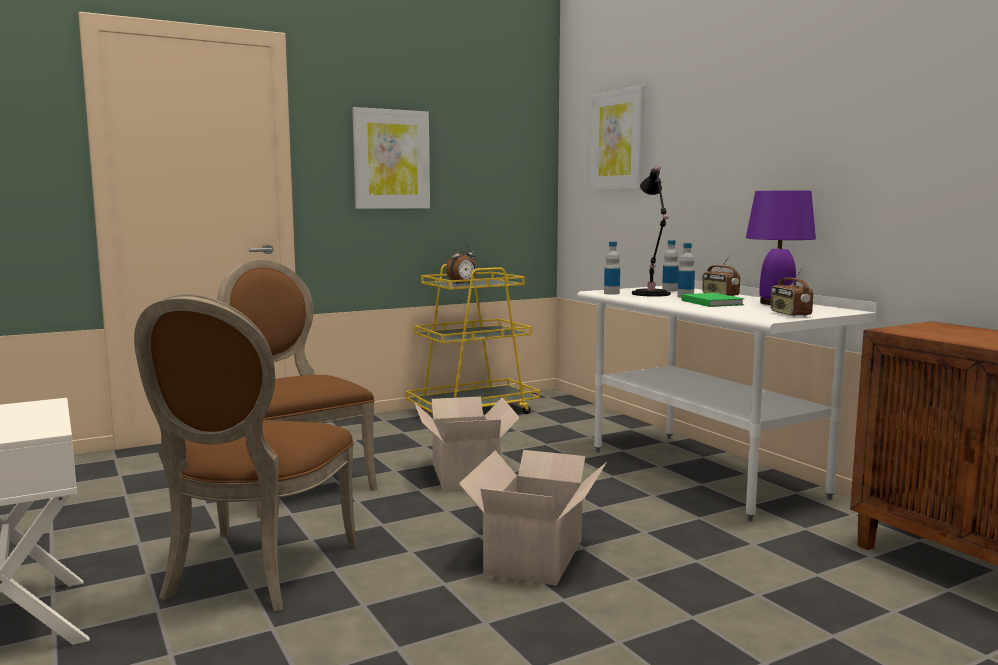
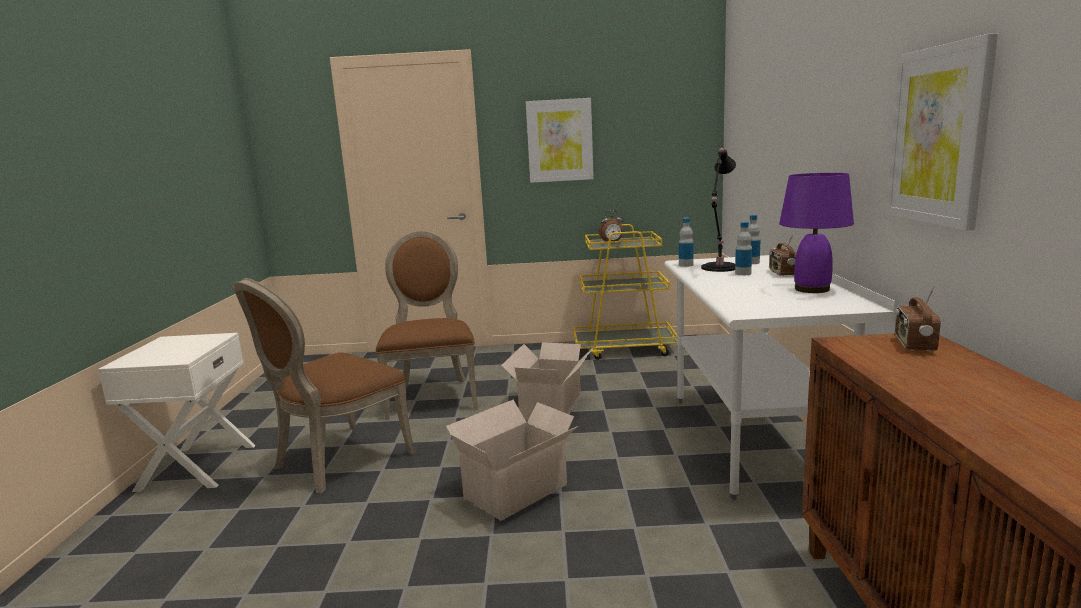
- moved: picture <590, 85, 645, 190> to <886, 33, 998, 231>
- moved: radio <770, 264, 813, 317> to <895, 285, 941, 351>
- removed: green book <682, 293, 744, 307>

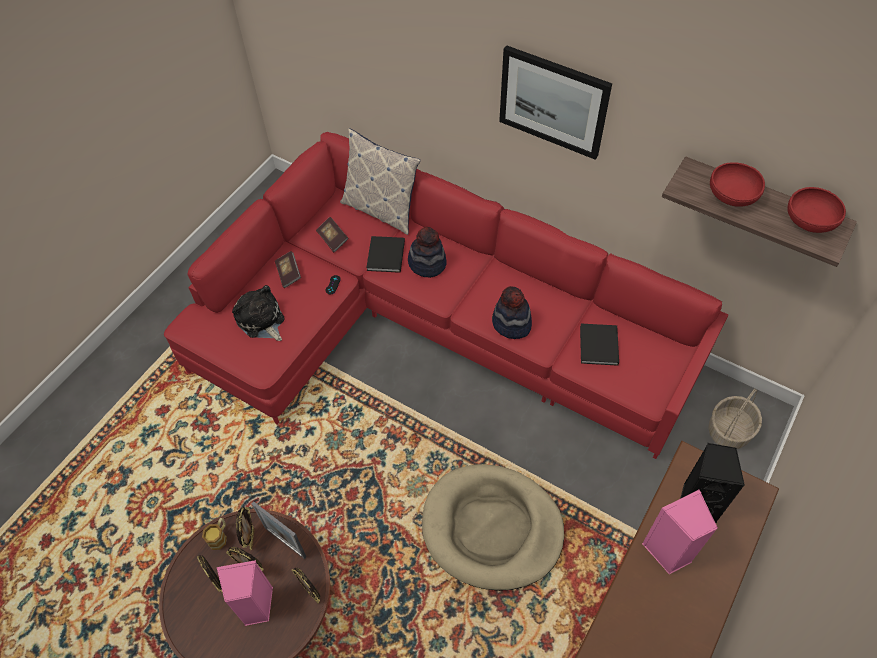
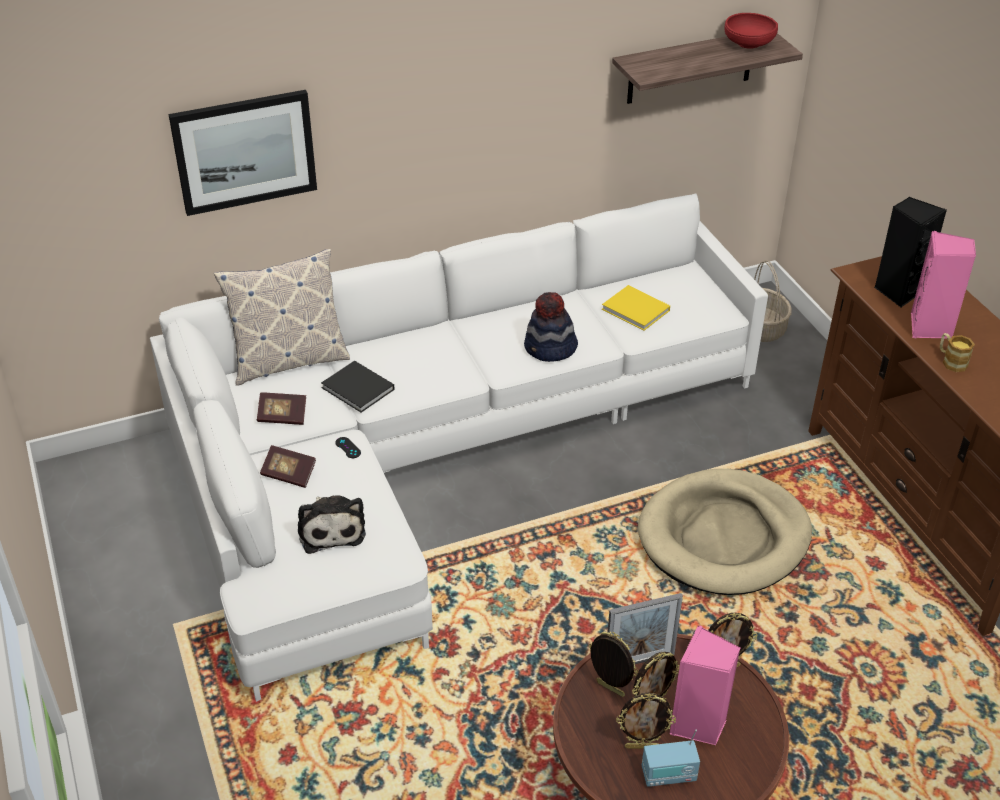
- moved: picture <499, 45, 612, 160> to <169, 90, 317, 216>
- recoloured: red sofa <164, 132, 728, 459> to white sofa <150, 193, 768, 702>
- removed: red bowl <710, 162, 765, 207>
- removed: hat <408, 227, 446, 278>
- turned: plush toy <232, 285, 285, 341> = <298, 495, 366, 554> 105 degrees counterclockwise
- recoloured: black book <580, 324, 619, 366> to yellow book <602, 285, 670, 331>
- moved: mug <202, 518, 227, 550> to <940, 333, 975, 372>
- added: radio <642, 730, 700, 787>

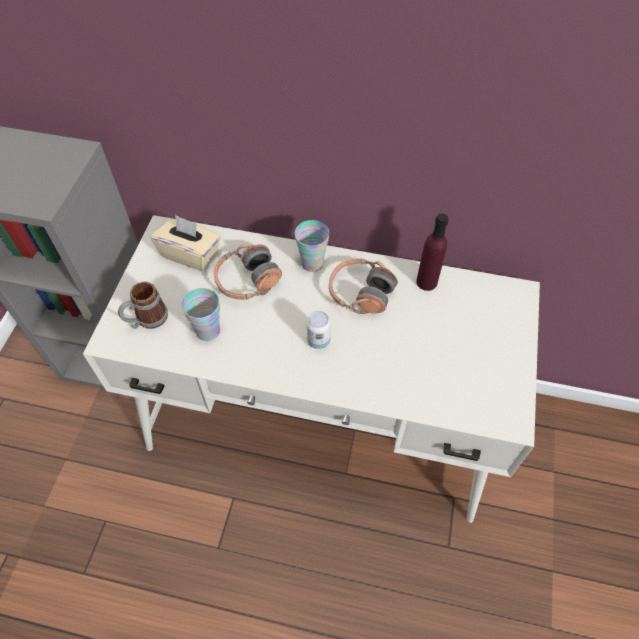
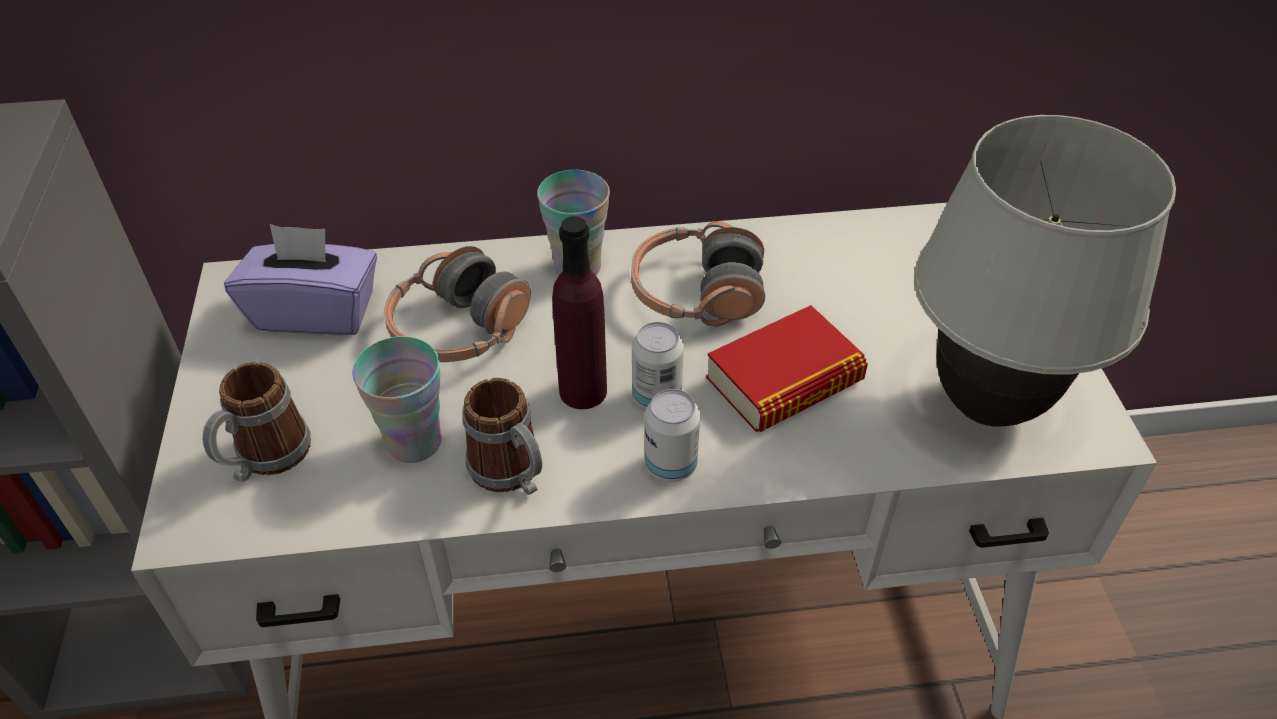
- moved: purple bottle <416, 213, 448, 291> to <552, 216, 607, 409>
- recoloured: beige tissue box <151, 215, 221, 271> to purple tissue box <224, 224, 377, 335>
- added: white table lamp <914, 115, 1176, 427>
- added: book <706, 305, 868, 432>
- added: mug <463, 378, 542, 495>
- added: can <645, 389, 700, 482>

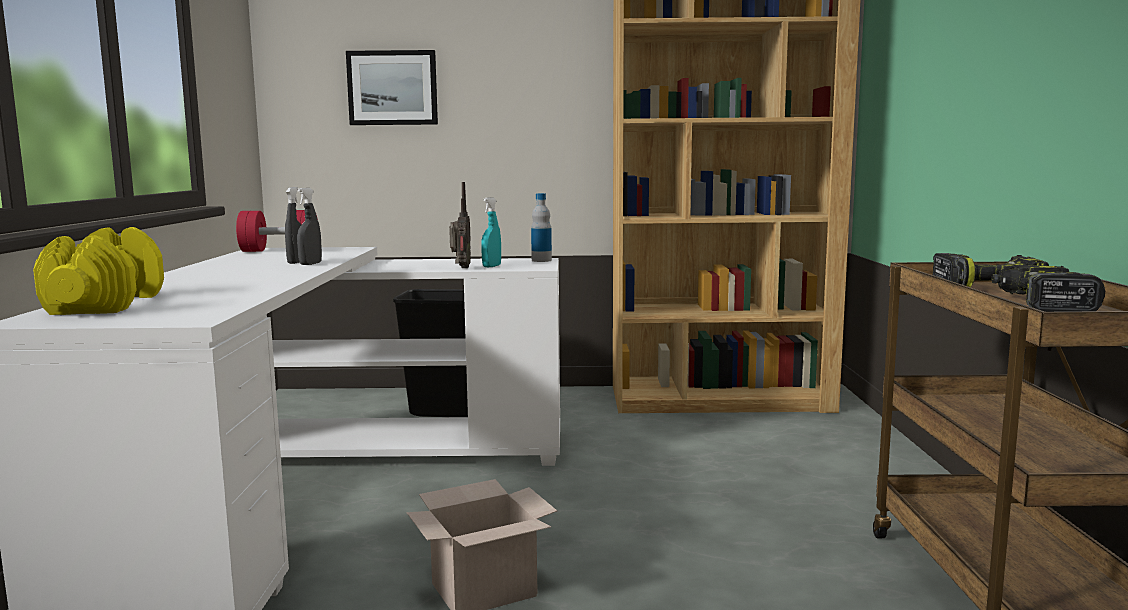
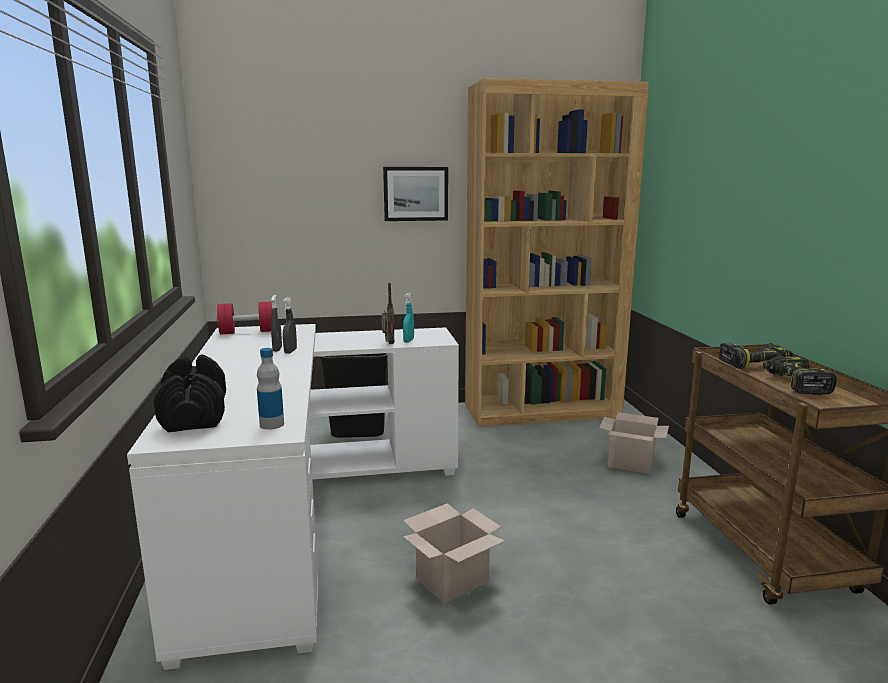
- moved: picture <346, 50, 438, 125> to <383, 167, 448, 221>
- moved: bottle <531, 193, 552, 262> to <257, 348, 284, 430>
- recoloured: yellow dumbbell <33, 227, 164, 315> to black dumbbell <154, 355, 226, 432>
- added: cardboard box <599, 412, 669, 474>

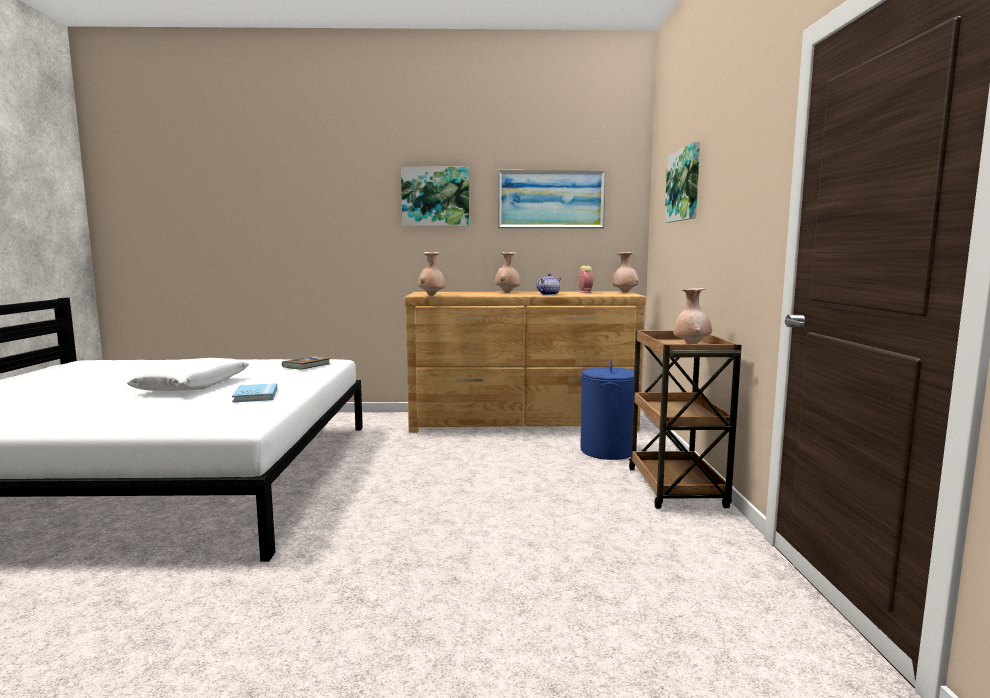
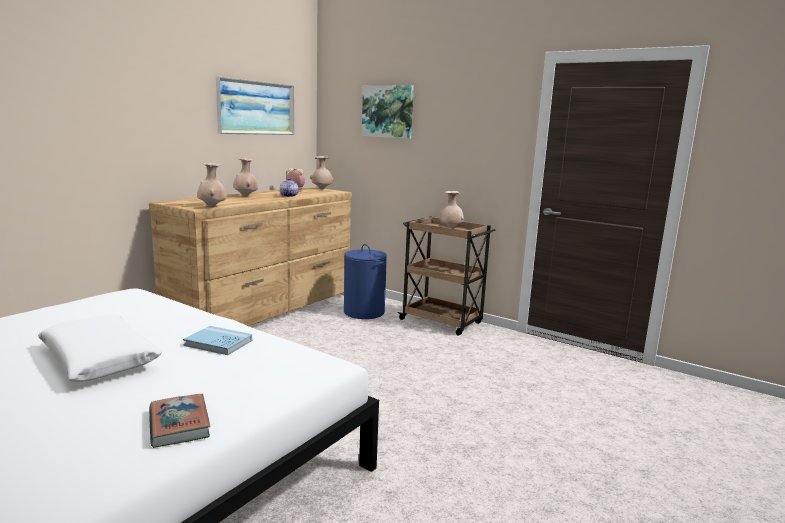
- removed: picture <401, 167, 469, 226>
- moved: book <282, 356, 330, 370> to <149, 394, 210, 448>

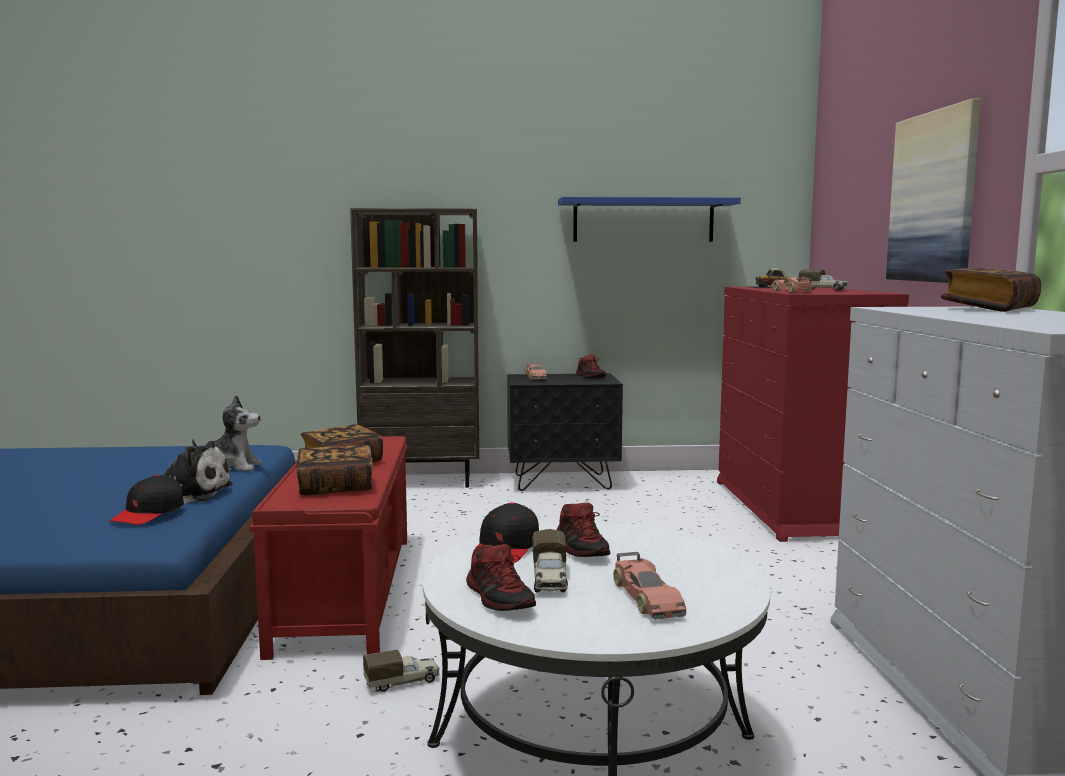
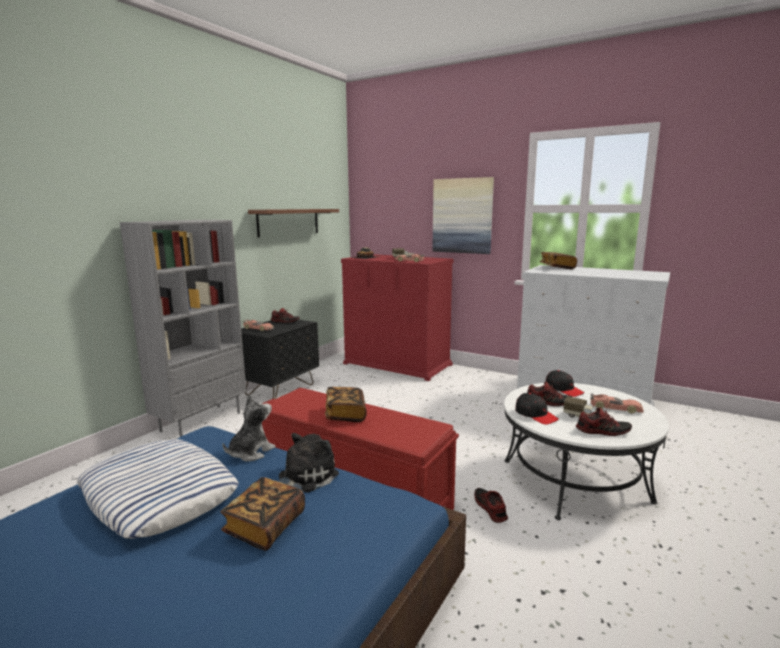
- recoloured: blue shelf <558, 197, 741, 242> to brown shelf <248, 209, 339, 237>
- recoloured: brown bookcase <350, 208, 479, 488> to grey bookcase <120, 220, 246, 437>
- moved: book <296, 445, 373, 496> to <221, 477, 305, 550>
- moved: black cap <109, 475, 184, 525> to <546, 370, 585, 397>
- replaced: toy truck <363, 650, 440, 692> to shoe <474, 488, 508, 523>
- added: pillow <76, 439, 239, 539>

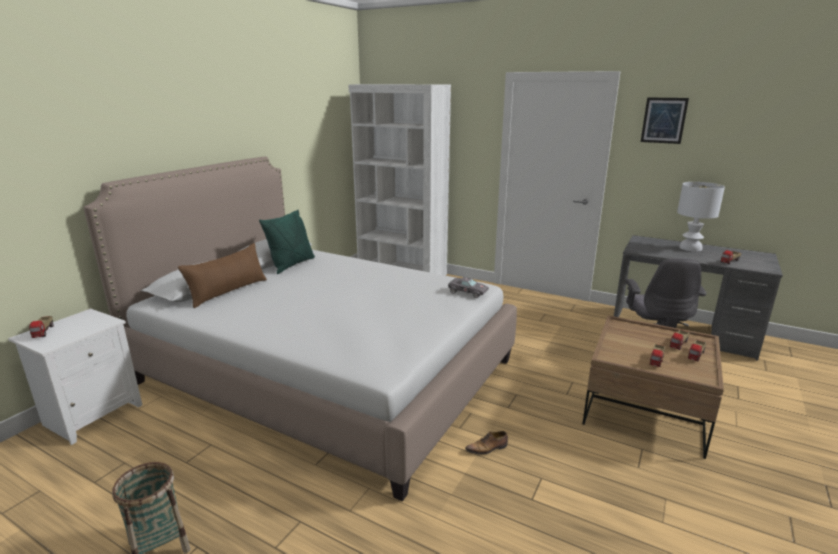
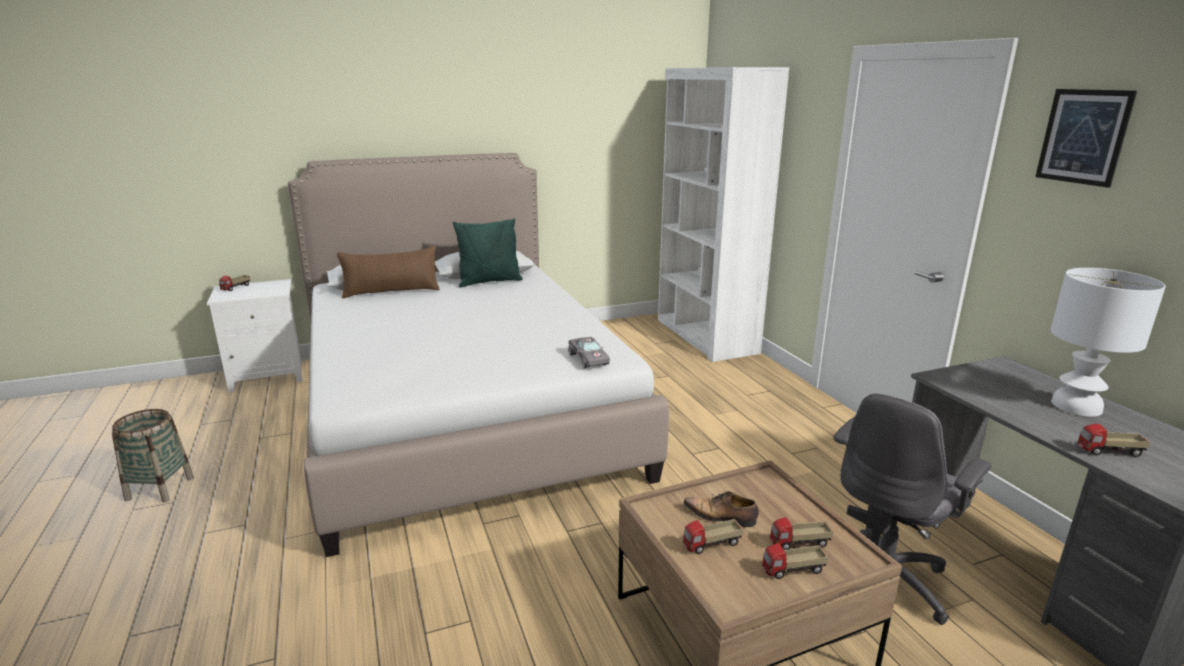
- moved: shoe <465, 431, 508, 455> to <684, 491, 759, 527>

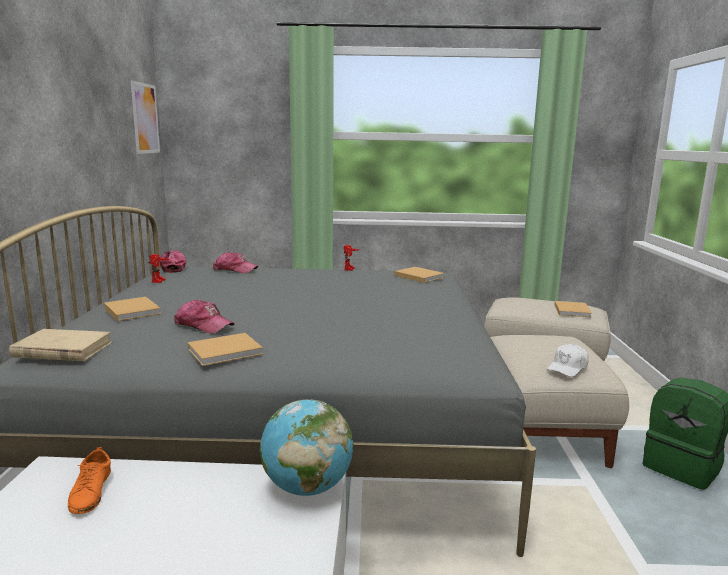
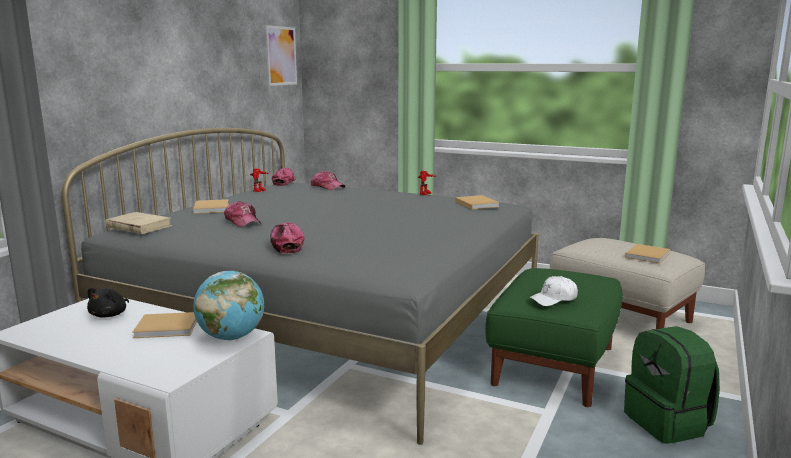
- moved: beige book <188, 333, 263, 366> to <132, 312, 197, 338>
- recoloured: beige ottoman <490, 335, 629, 468> to green ottoman <485, 268, 623, 407>
- replaced: orange shoe <68, 447, 111, 514> to black plush toy <87, 288, 129, 317>
- added: cap <270, 223, 305, 254>

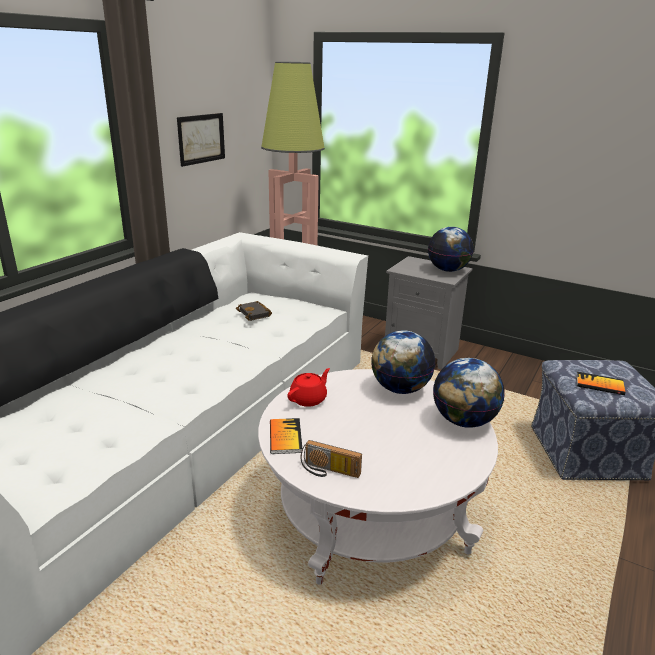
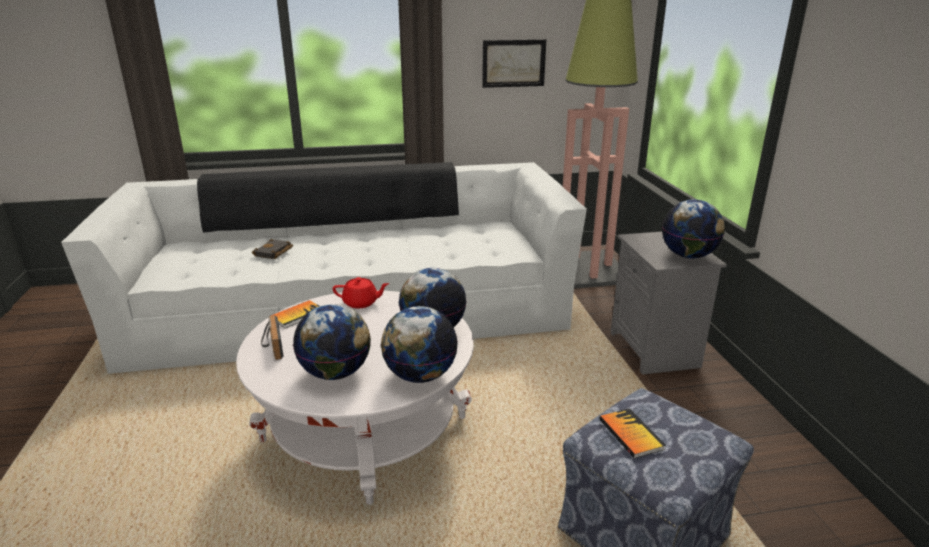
- moved: black book <236, 301, 272, 321> to <252, 239, 293, 259>
- added: globe <293, 304, 371, 380>

